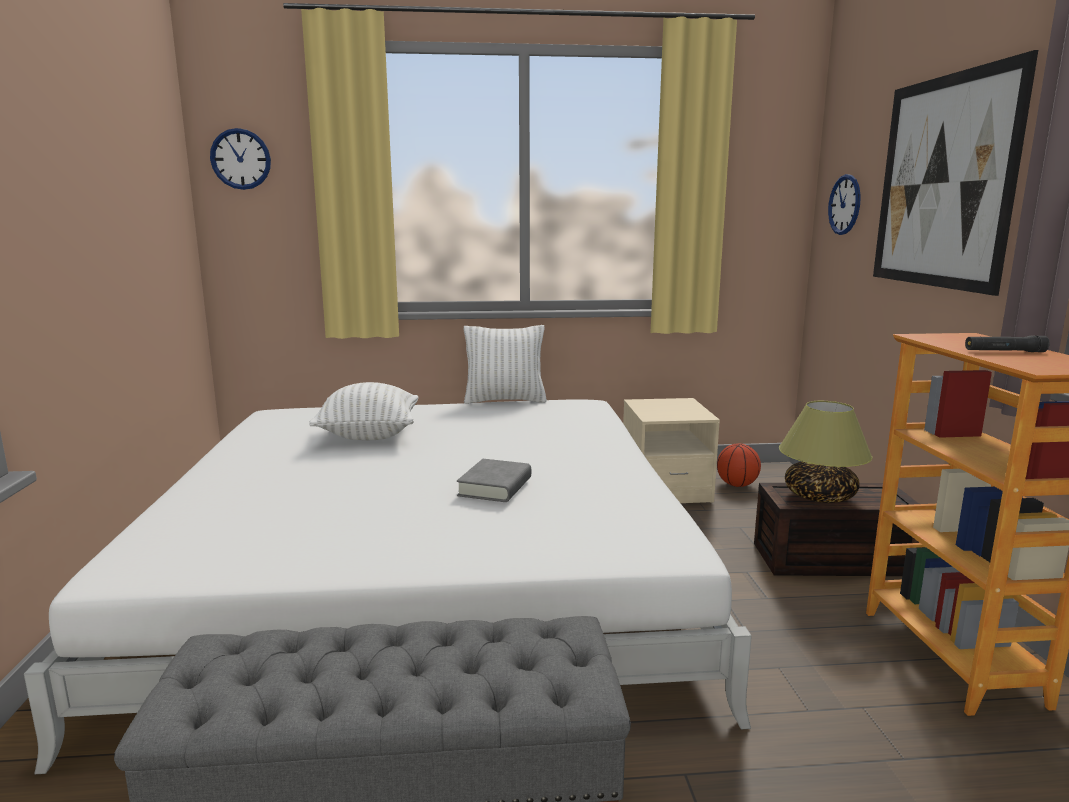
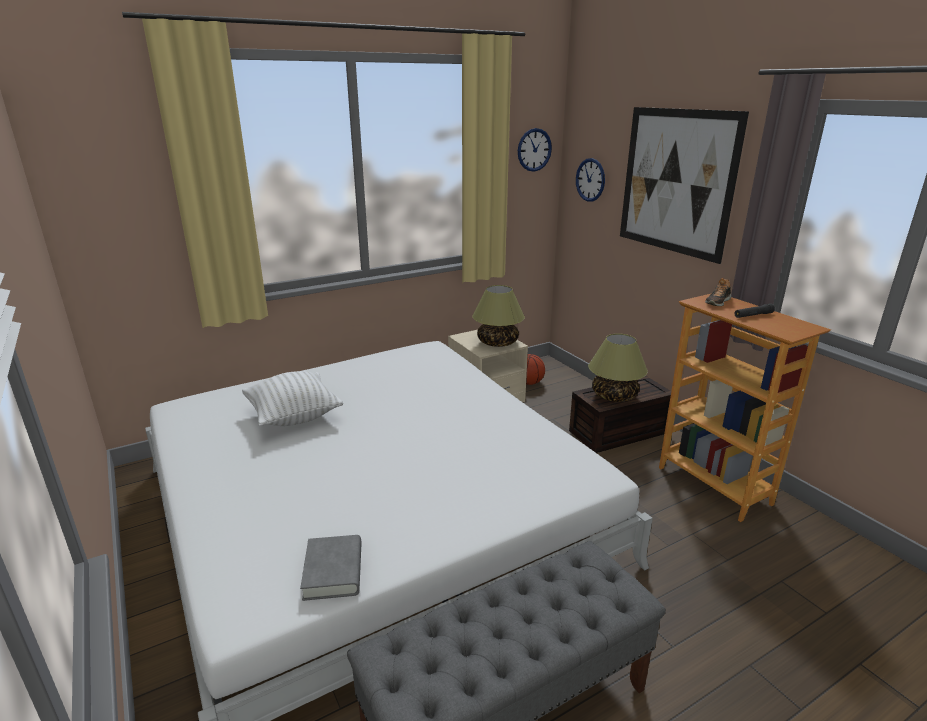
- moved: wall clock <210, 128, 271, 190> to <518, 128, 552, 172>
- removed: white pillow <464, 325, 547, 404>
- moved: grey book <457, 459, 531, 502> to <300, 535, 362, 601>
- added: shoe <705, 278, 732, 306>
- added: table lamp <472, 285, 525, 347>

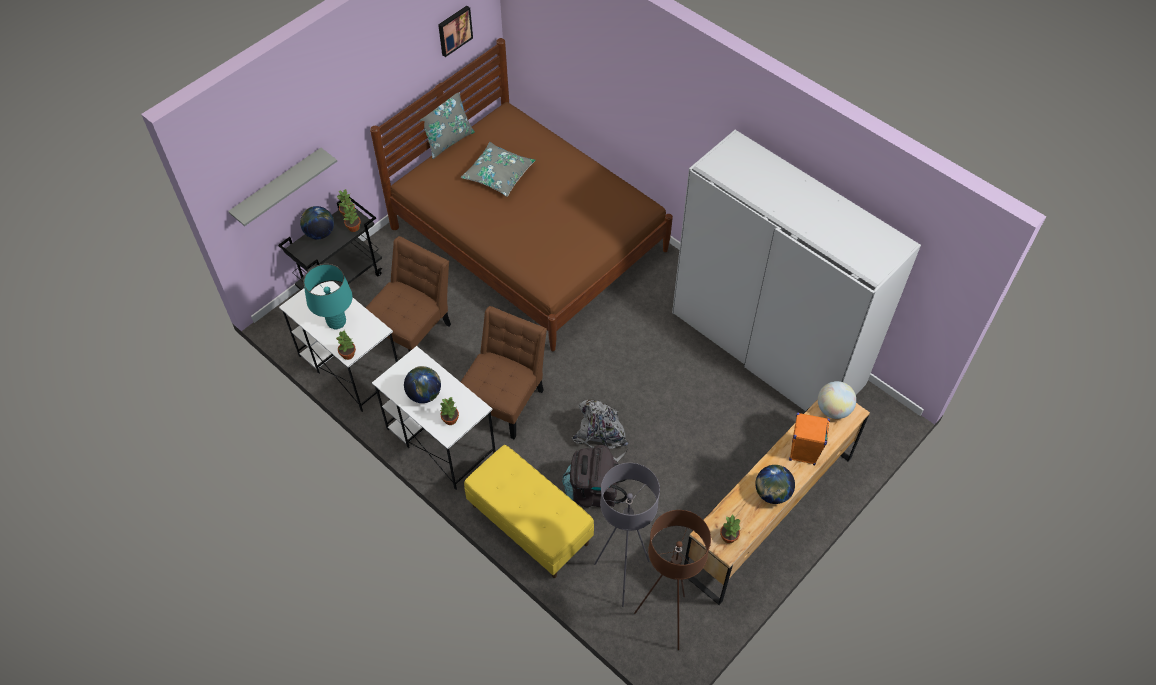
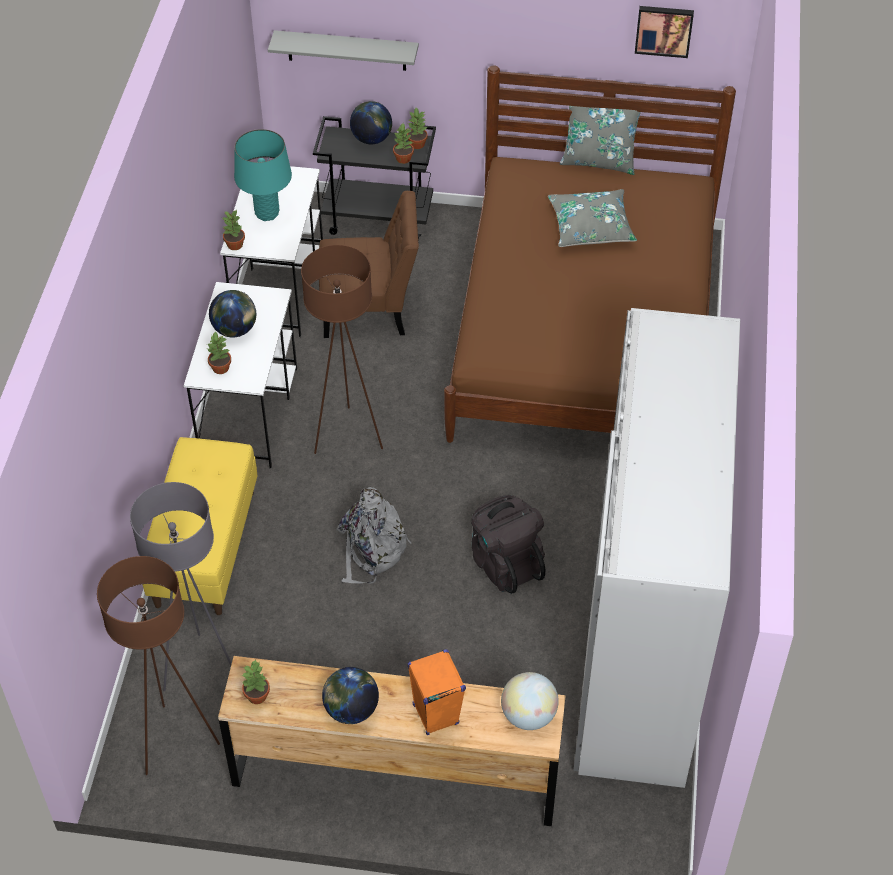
- replaced: brown chair <461, 306, 547, 439> to brown floor lamp <301, 245, 383, 454>
- moved: black backpack <562, 445, 627, 507> to <471, 495, 545, 594>

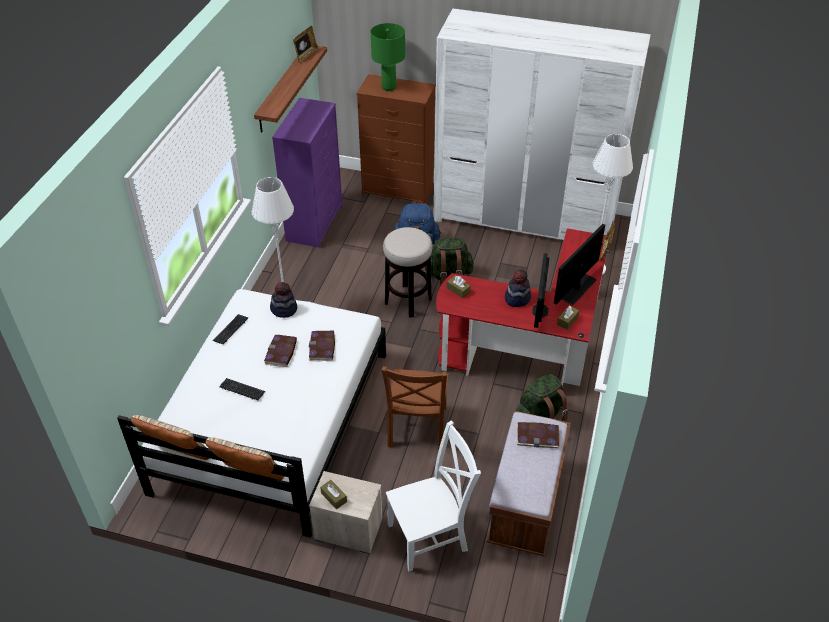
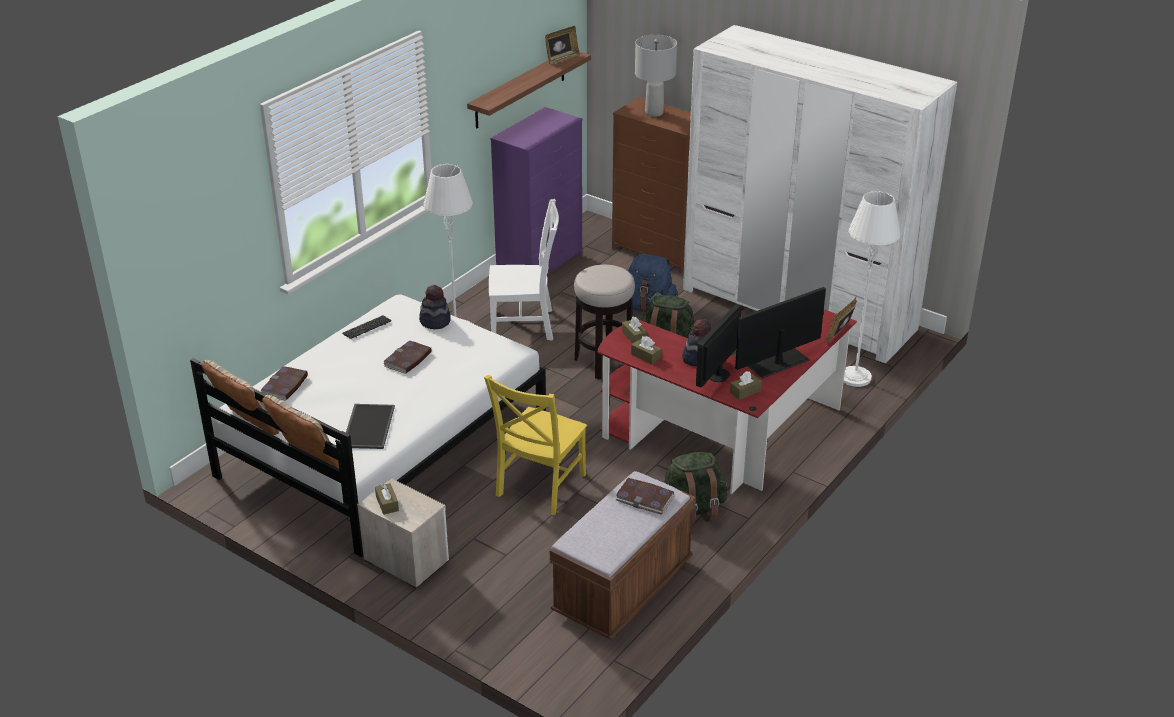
- recoloured: green table lamp <371, 23, 405, 91> to grey table lamp <635, 35, 677, 117>
- moved: book <309, 331, 335, 361> to <260, 366, 308, 401>
- recoloured: brown chair <381, 366, 448, 451> to yellow chair <484, 375, 587, 515>
- removed: keyboard <219, 378, 265, 400>
- moved: white chair <386, 420, 481, 572> to <489, 199, 559, 341>
- added: brown tissue box <631, 336, 661, 364>
- added: tray <346, 404, 395, 449>

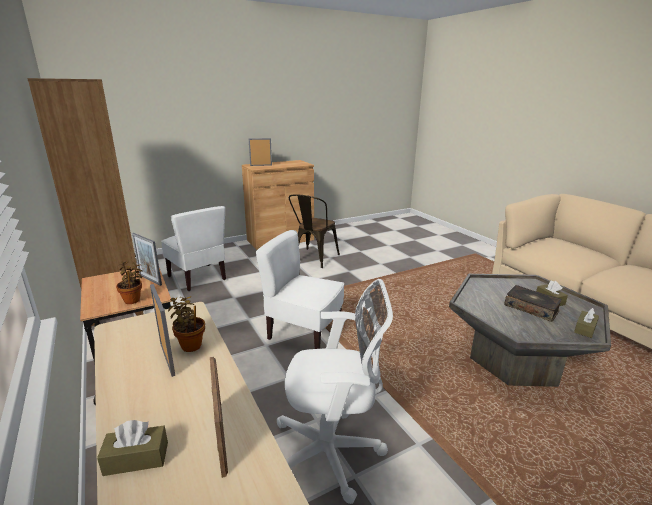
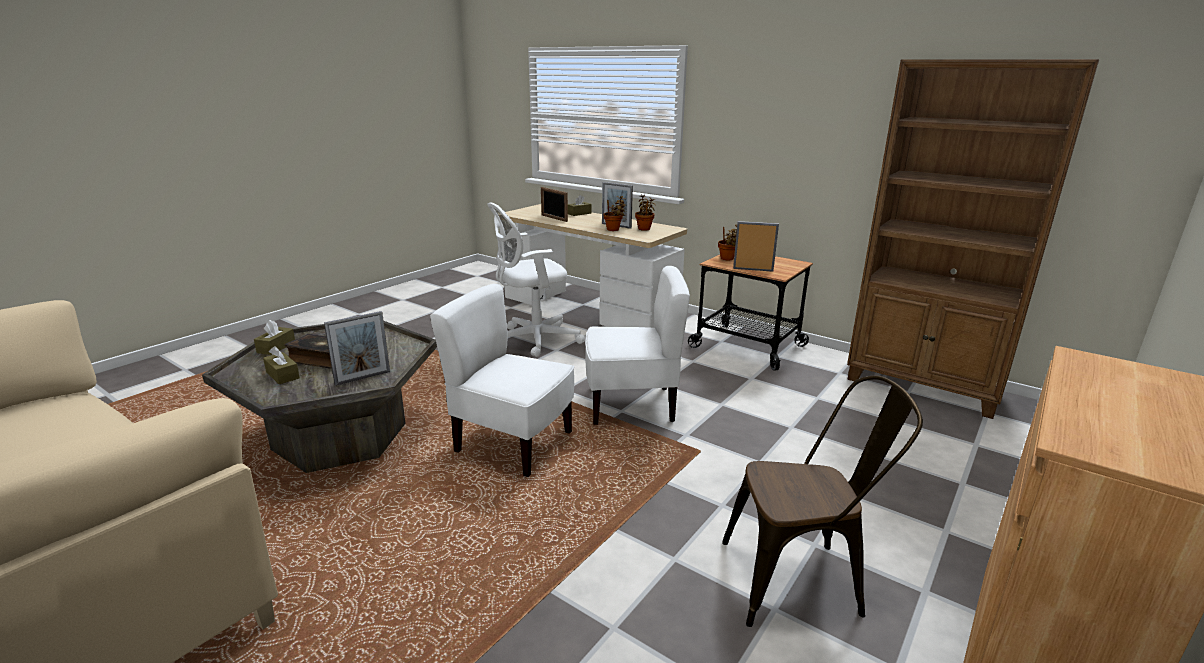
- moved: picture frame <249, 138, 272, 166> to <324, 311, 390, 386>
- turned: brown chair <289, 195, 340, 268> = <722, 375, 923, 627> 90 degrees clockwise
- moved: white chair <161, 206, 226, 291> to <430, 284, 574, 477>
- added: potted plant <635, 194, 656, 231>

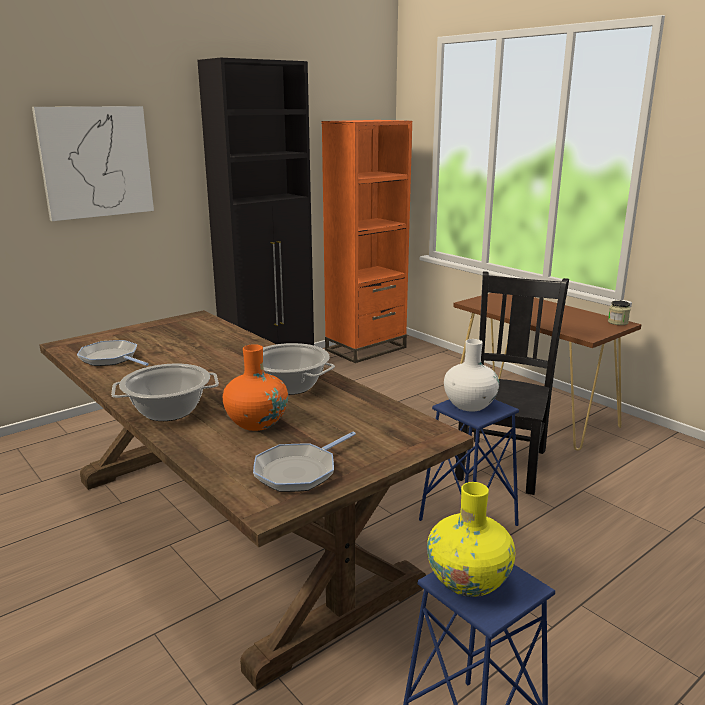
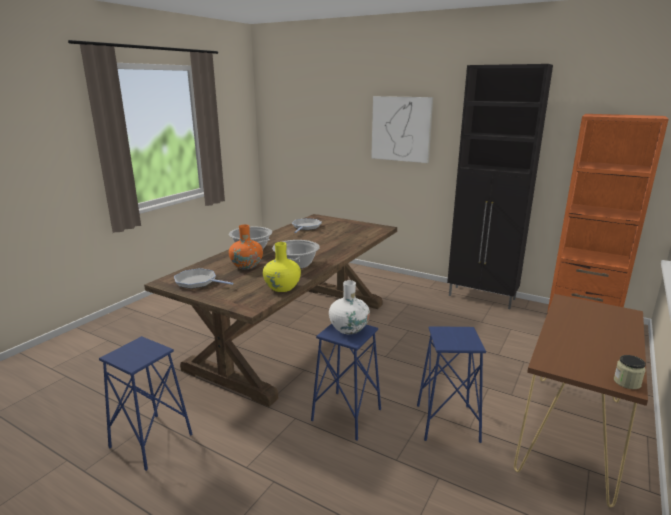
- replaced: black chair <454, 272, 569, 495> to blue stool <417, 326, 486, 443>
- moved: yellow vase <427, 482, 515, 597> to <263, 242, 301, 292>

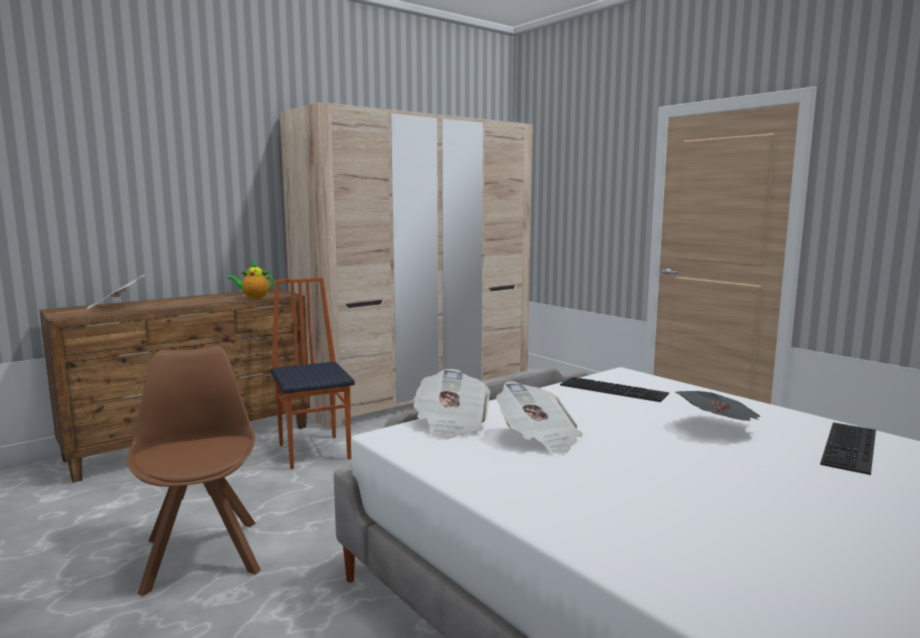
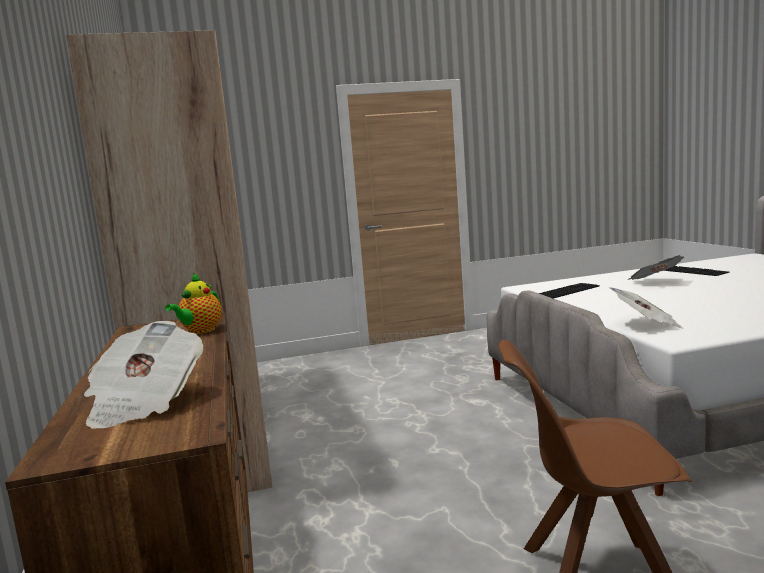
- removed: chair <271, 278, 355, 469>
- removed: newspaper <496, 381, 583, 455>

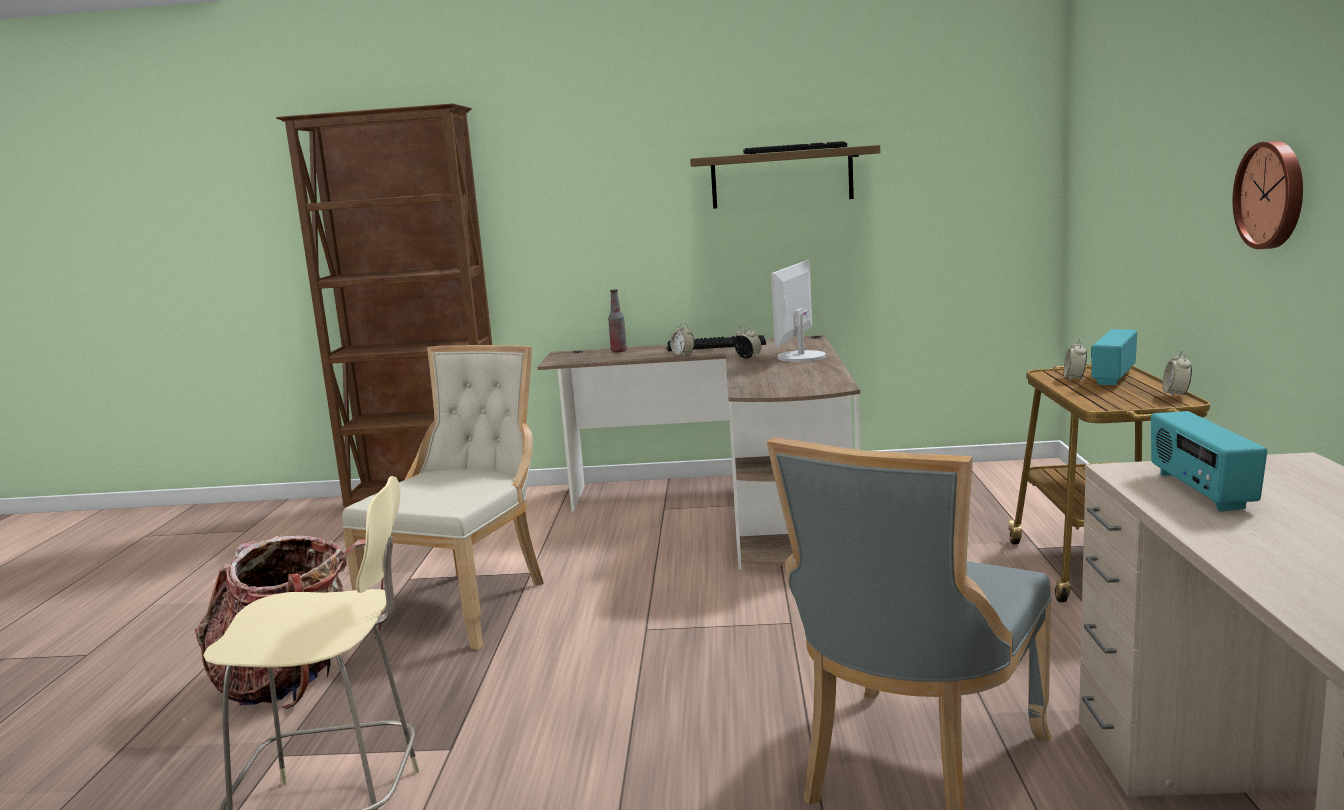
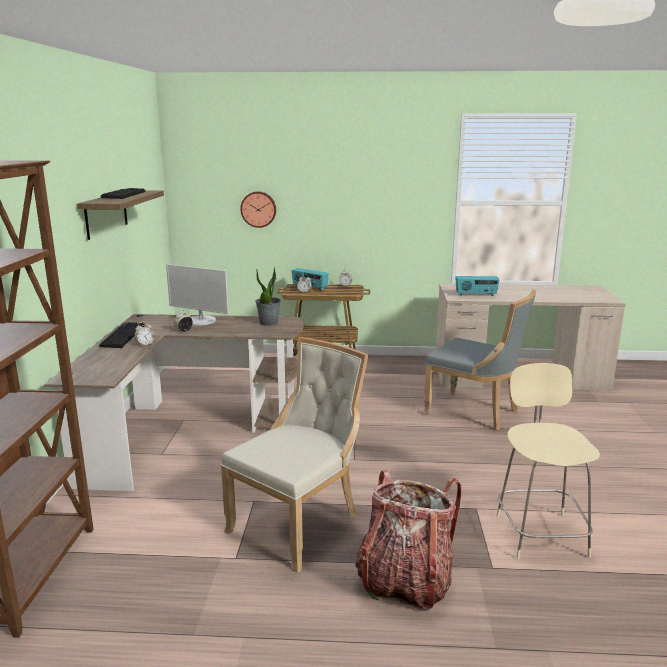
- moved: wall clock <1232, 141, 1303, 249> to <240, 191, 276, 228>
- removed: bottle <608, 289, 627, 352>
- turned: beige chair <342, 345, 544, 650> = <221, 337, 368, 573> 105 degrees clockwise
- added: potted plant <255, 266, 281, 325>

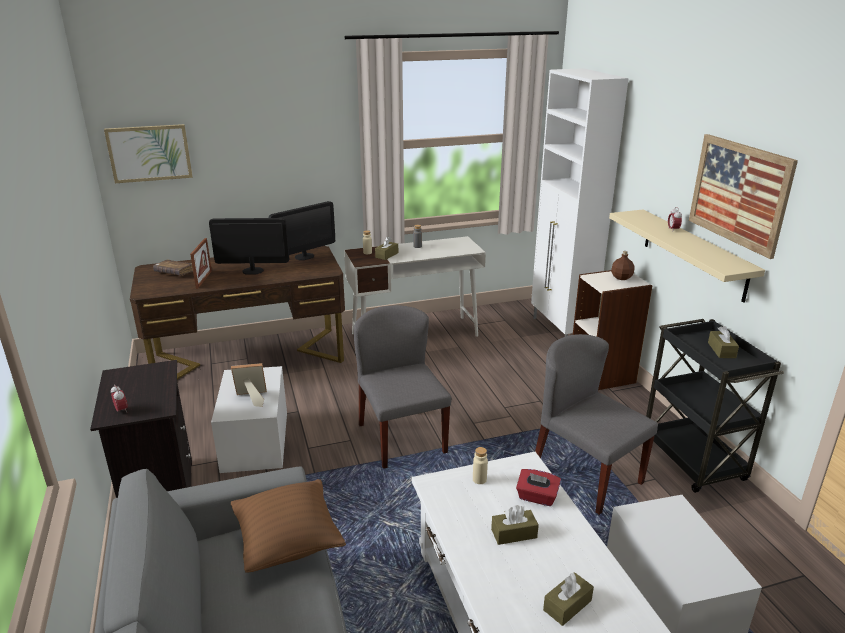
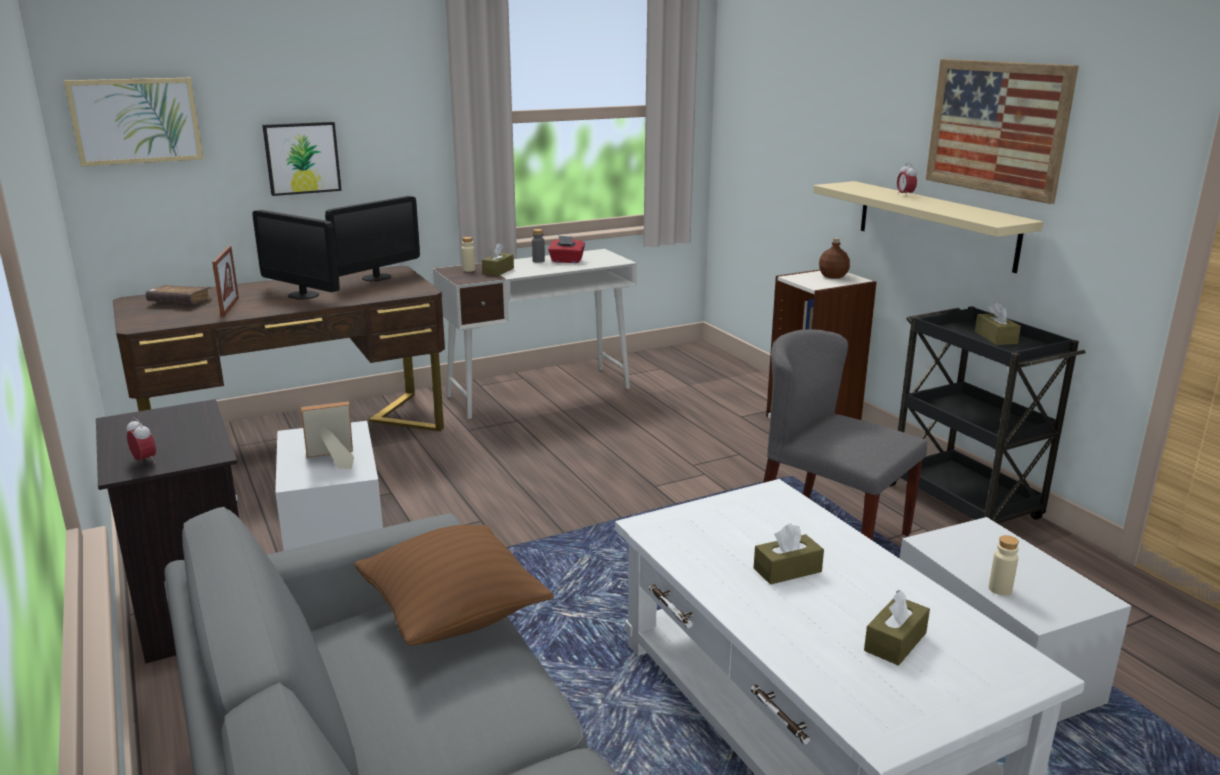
- removed: white cabinet <531, 68, 629, 337>
- turned: monitor <209, 218, 289, 275> = <252, 210, 340, 300> 135 degrees counterclockwise
- removed: grey chair <354, 305, 452, 469>
- moved: beige bottle <473, 447, 488, 484> to <989, 535, 1019, 596>
- moved: red tissue box <516, 469, 561, 506> to <548, 235, 585, 263>
- added: picture <262, 122, 342, 196>

